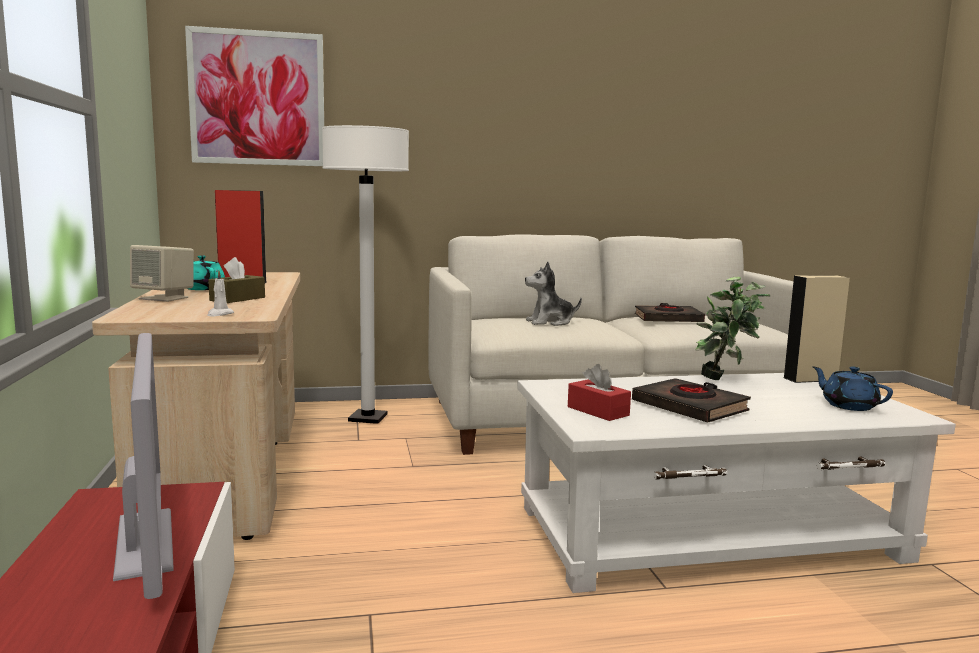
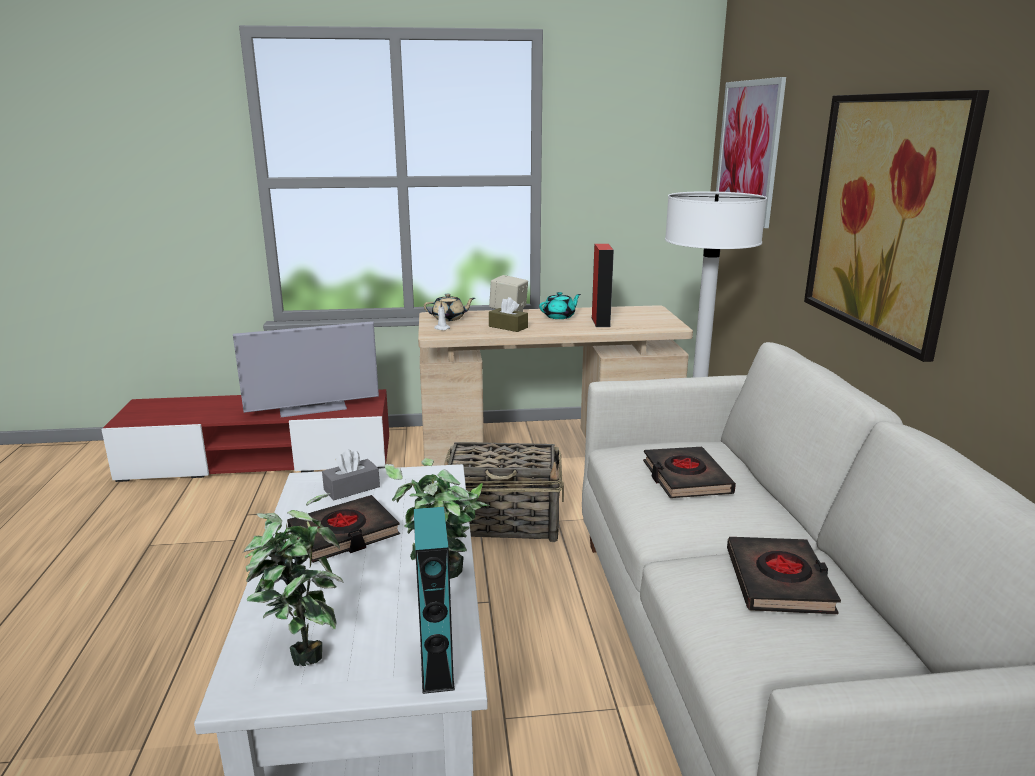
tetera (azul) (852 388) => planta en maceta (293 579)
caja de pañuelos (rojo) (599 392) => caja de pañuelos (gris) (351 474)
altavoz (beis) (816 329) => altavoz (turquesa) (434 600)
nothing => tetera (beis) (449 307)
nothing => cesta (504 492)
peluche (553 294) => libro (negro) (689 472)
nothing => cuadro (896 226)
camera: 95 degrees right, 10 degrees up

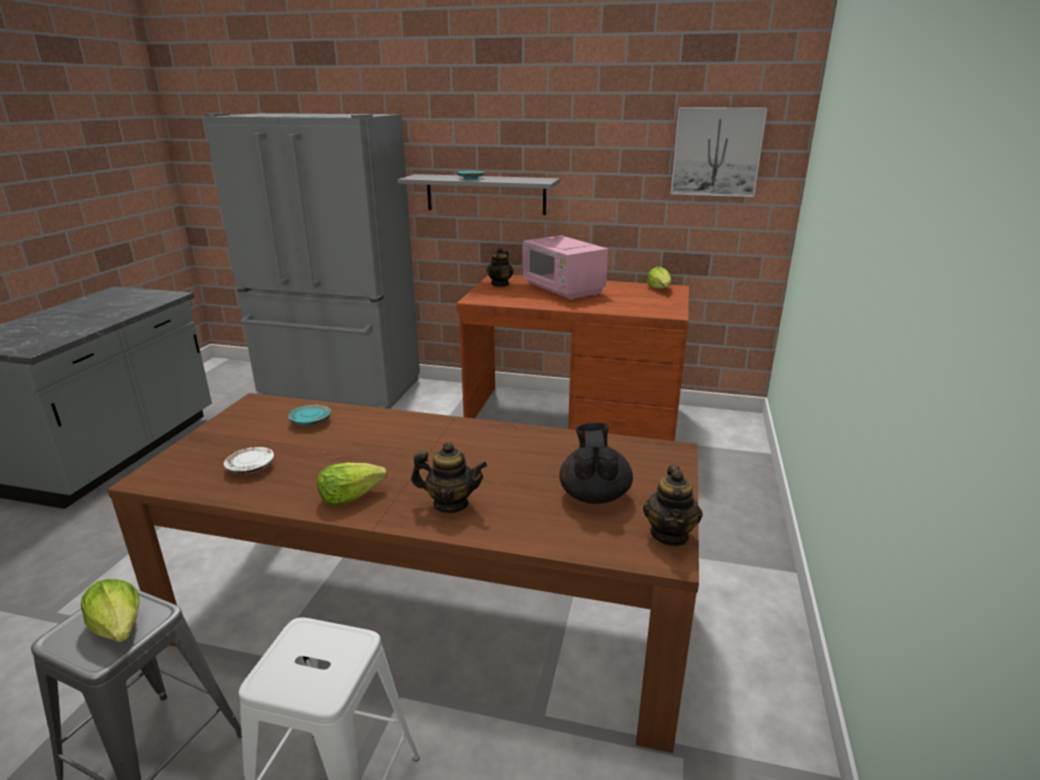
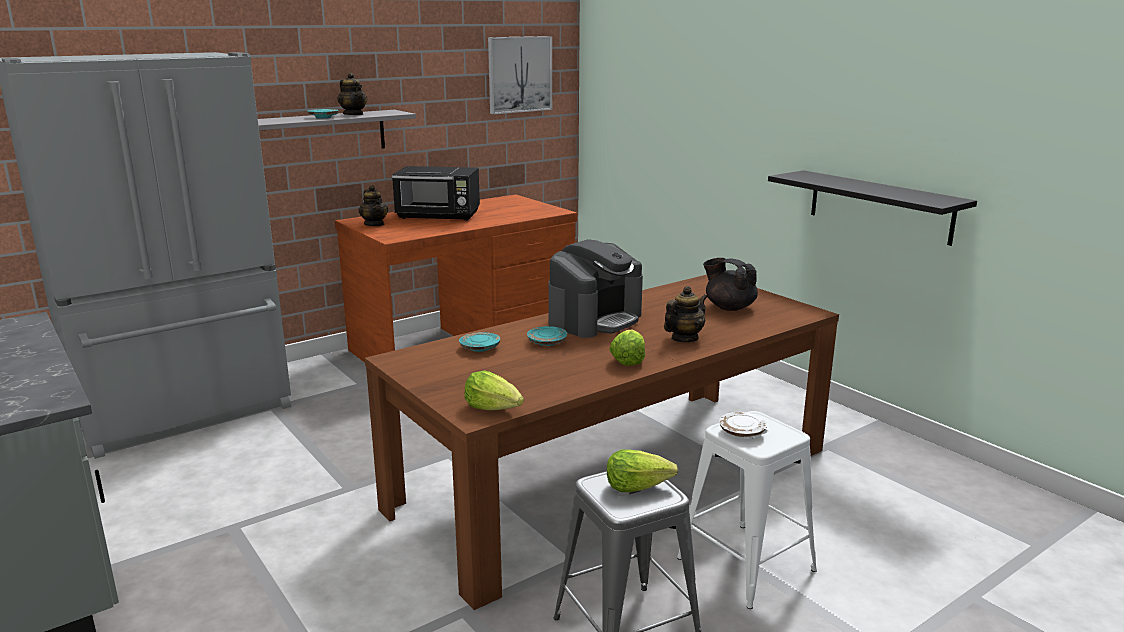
tetera (673 506) => tetera (352 93), moved
microondas (rosa) (565 267) => microondas (negro) (436 193)
lechuga (659 277) => lechuga (494 390), moved
nothing => plato (turquesa) (547 336)
nothing => cafetera (595 288)
plato (blanco) (249 460) => plato (blanco) (743 424), moved
nothing => estante (negro) (872 208)
camera: 50 degrees left, 5 degrees down

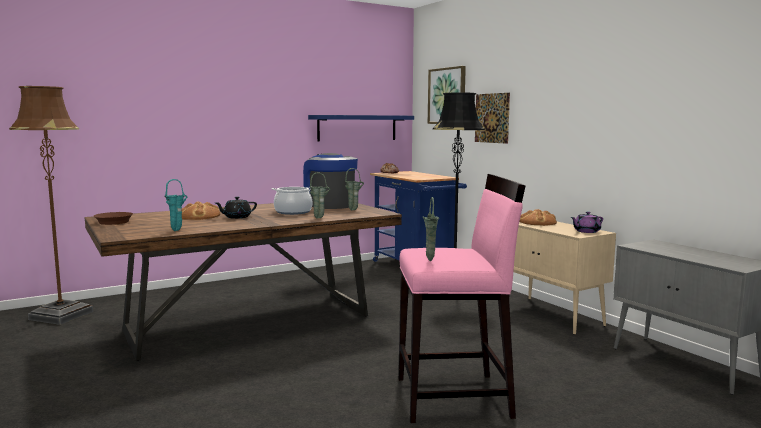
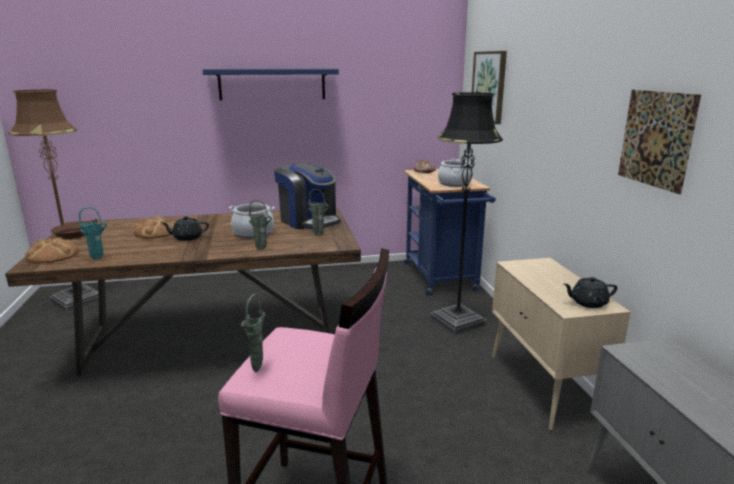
pan (538 217) => pan (52 250), moved
estante (azul) (361 128) => estante (azul) (271 85), moved
cafetera (330 181) => cafetera (307 196), 150 degrees clockwise
nothing => olla (455 173)
tetera (morado) (587 222) => tetera (negro) (590 292)
cuadro (492 118) => cuadro (659 141), moved
camera: 20 degrees right, 10 degrees up

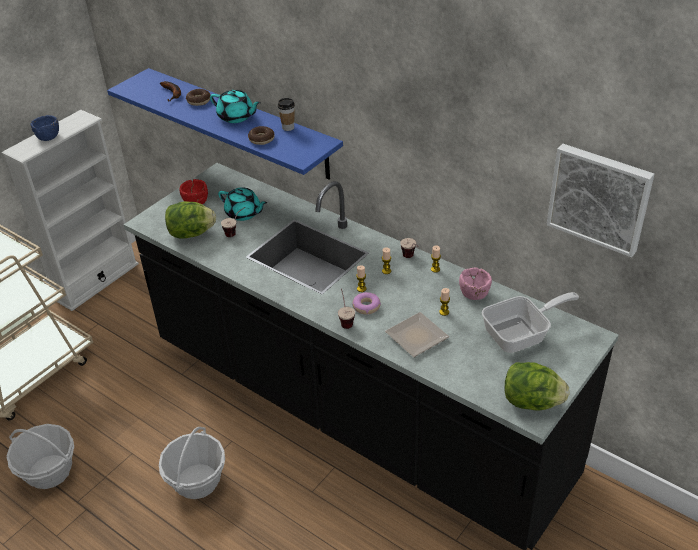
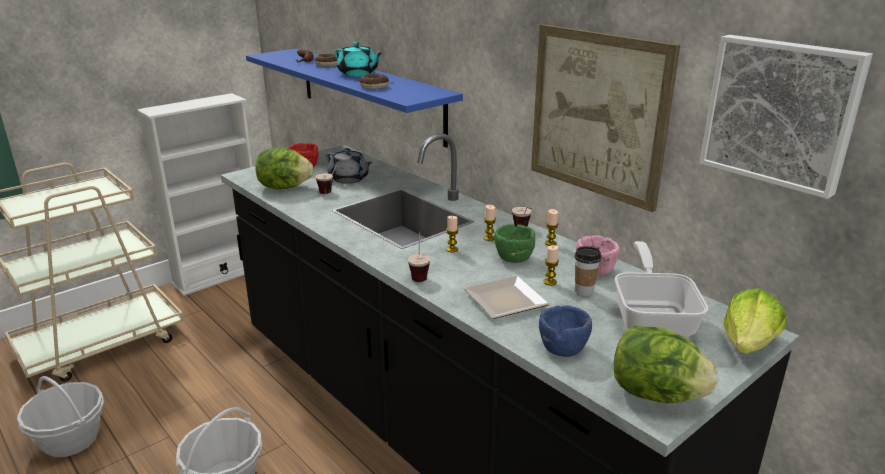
tetera (turquesa) (242 204) => tetera (gris) (349 166)
nothing => cuenco (verde) (514 243)
nothing => cuadro (605 118)
cuenco (azul) (45 128) => cuenco (azul) (565 331), moved
taza (286 114) => taza (587 271), moved
sartén (530 322) => sartén (662 289), 75 degrees counterclockwise
nothing => lechuga (755 321)
rosquilla (366 303) => nothing
camera: 10 degrees right, 15 degrees down

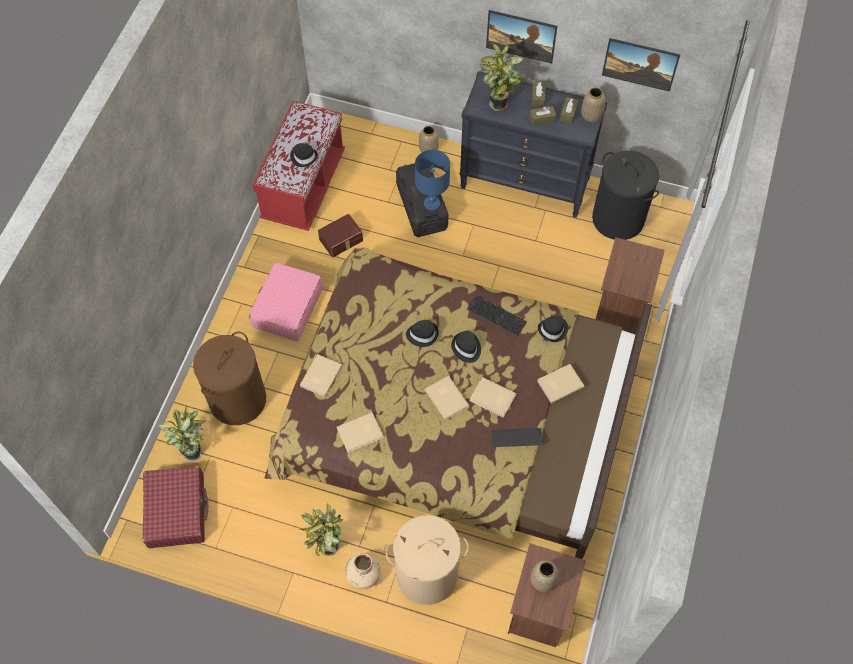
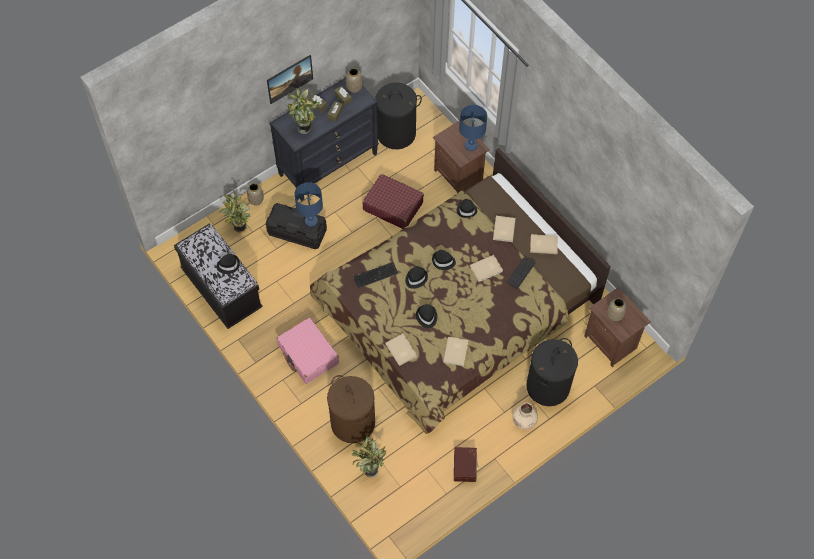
banco (rojo) (298 166) => banco (negro) (218 276)
planta en maceta (321 529) => planta en maceta (234 211), moved
teclado (497 316) => teclado (376 275), moved
maleta (rojo) (175 507) => maleta (rojo) (393 201), moved
nothing => sombrero (negro) (426 316)
caja de almacenaje (marrón) (340 235) => caja de almacenaje (marrón) (466 464), moved
nothing => lámpara de mesa (azul) (473 128)
cesto de la ropa (beis) (427 560) => cesto de la ropa (negro) (552 372)
libro (beis) (447 398) => libro (beis) (544 244), moved
cuadro (641 65) => nothing
camera: 55 degrees left, 0 degrees up

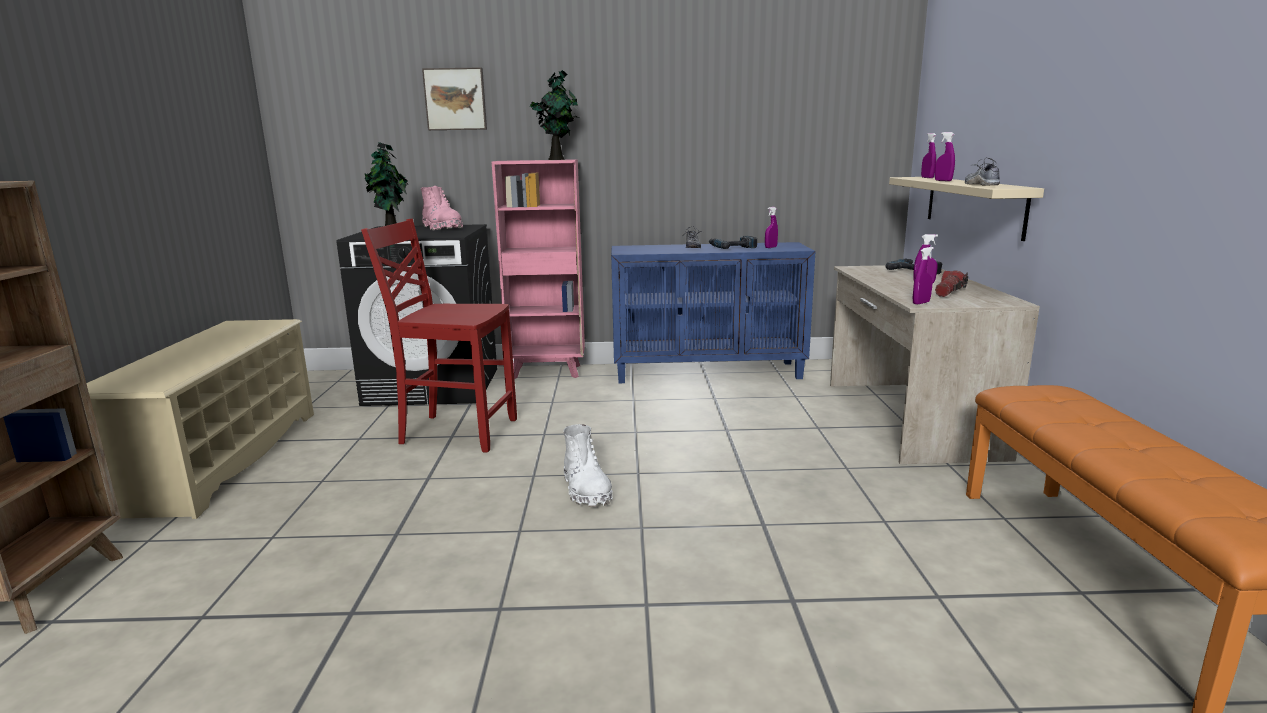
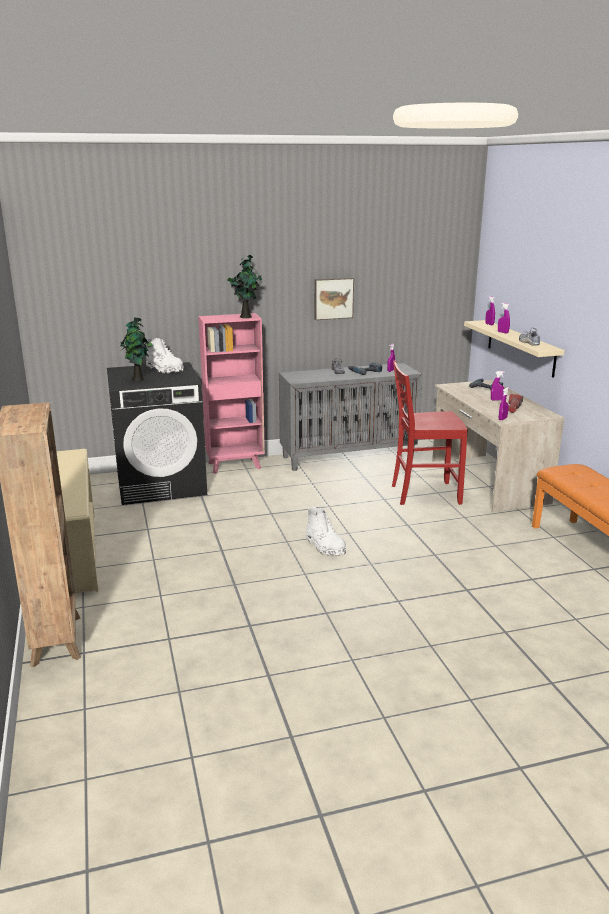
bota (rosa) (442 208) => bota (blanco) (165 355)
armario (azul) (713 312) => armario (gris) (350 417)
cuadro (454 98) => cuadro (334 299), moved
silla (rojo) (439 335) => silla (rojo) (430 432), moved
camera: 15 degrees left, 5 degrees up

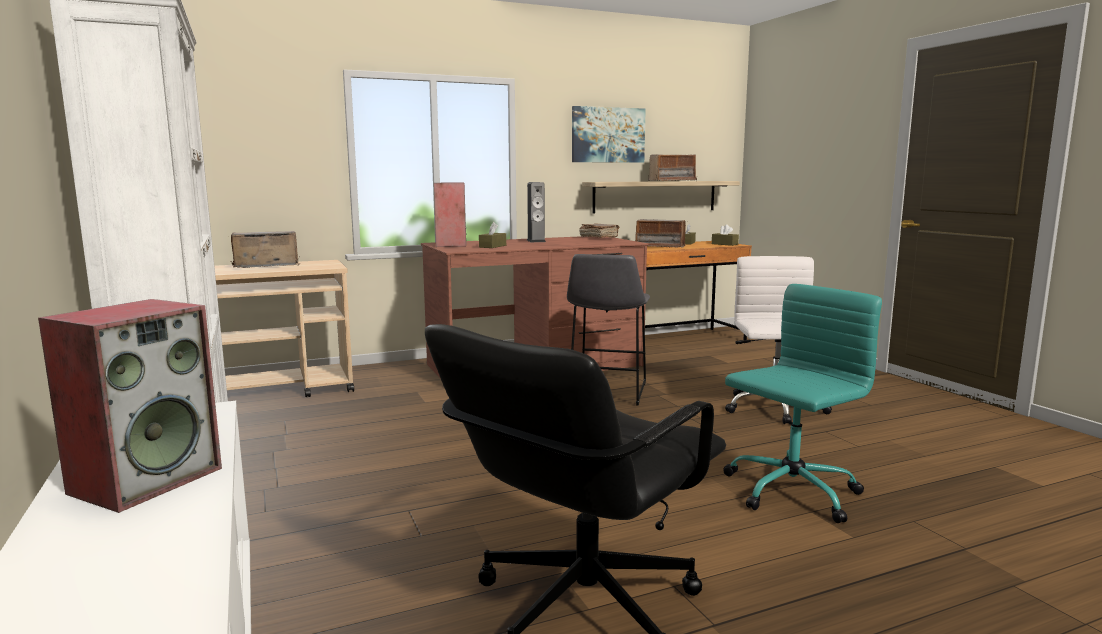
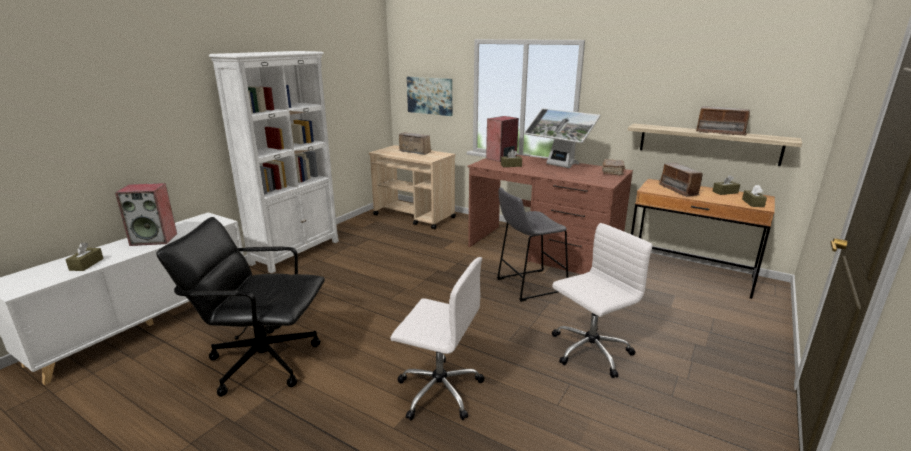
nothing => caja de pañuelos (marrón) (85 256)
silla de oficina (turquesa) (802 403) => silla de oficina (blanco) (437 339)
cuadro (609 134) => cuadro (429 96), moved
altavoz (536 212) => monitor (562 138)
camera: 55 degrees right, 10 degrees up

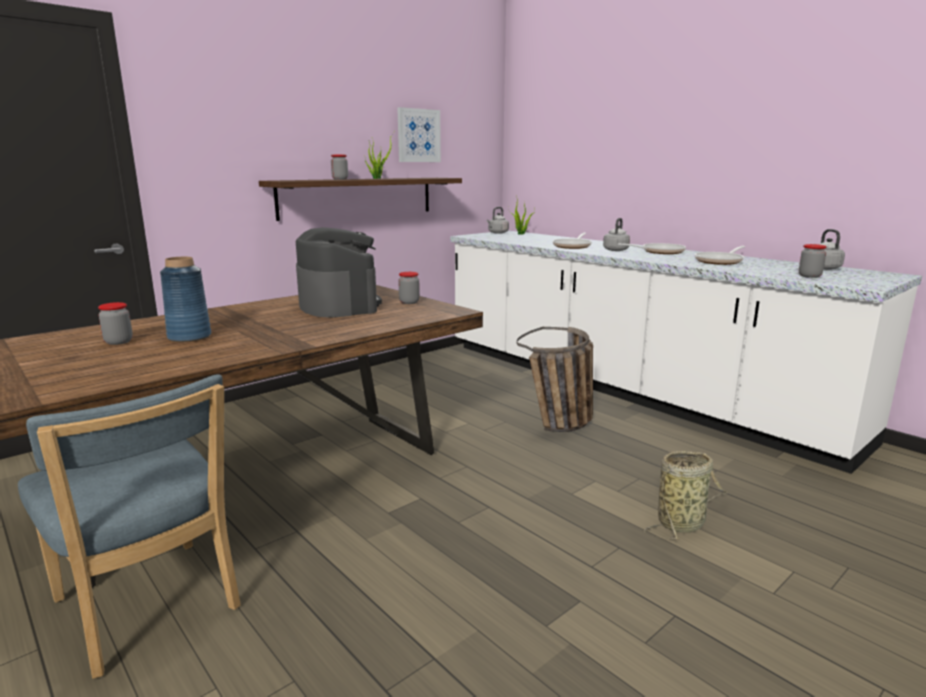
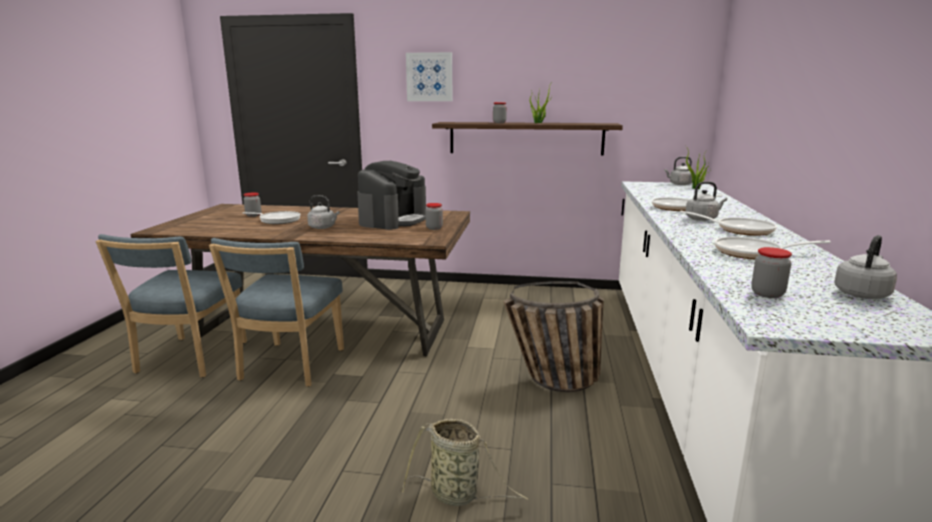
nothing => silla (azul) (276 312)
florero (azul) (185 299) => sartén (271 217)
nothing => hervidor (gris) (323 212)
cuadro (419 134) => cuadro (429 76), moved
camera: 50 degrees right, 0 degrees up

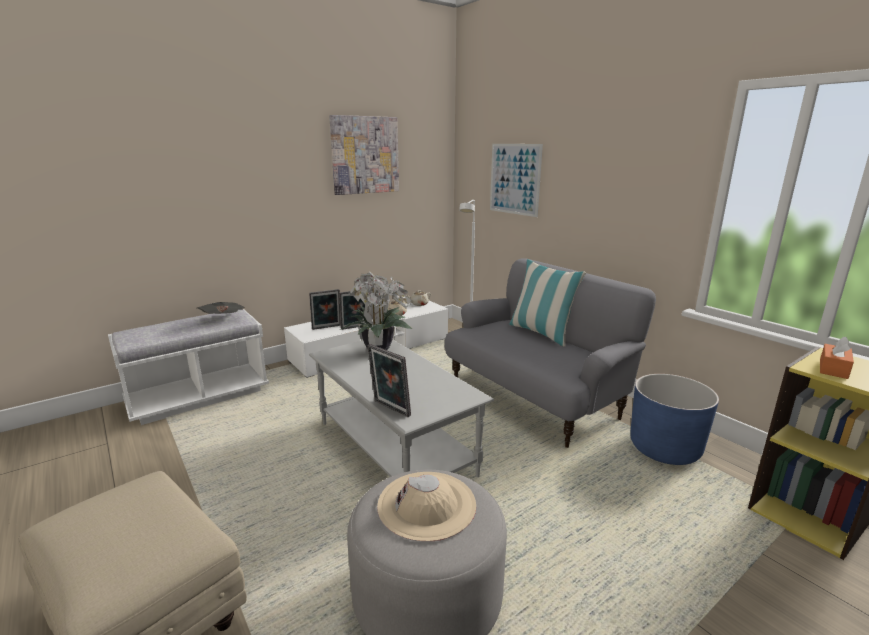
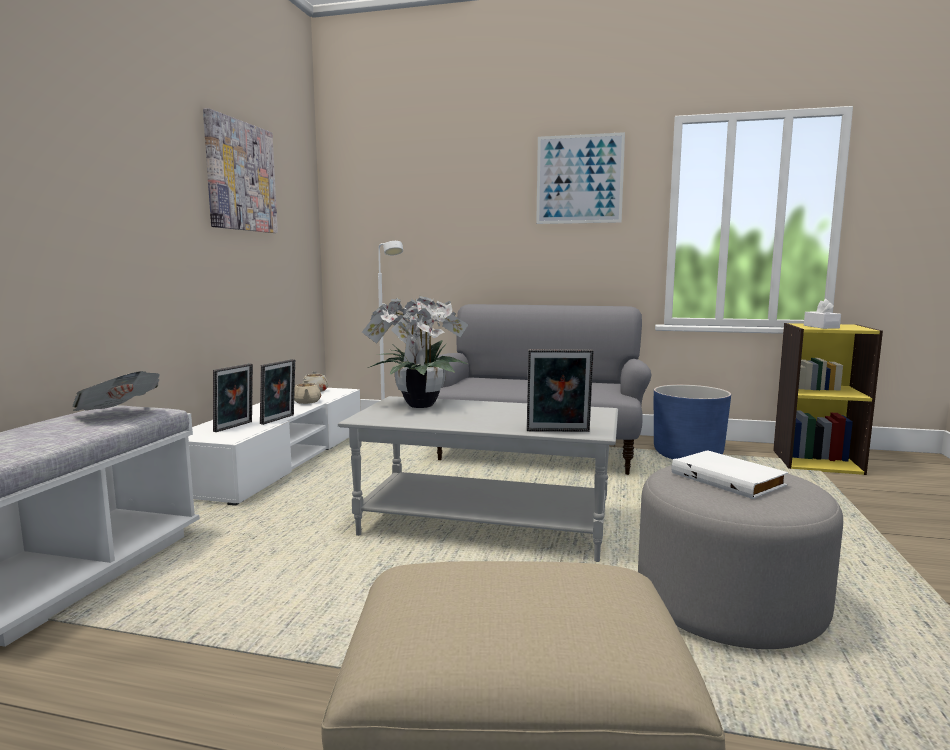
cuadro (516 180) => cuadro (580 178), moved
sombrero (beis) (426 507) => libro (blanco) (730 474)
caja de pañuelos (naranja) (837 358) => caja de pañuelos (blanco) (822 314)
cojín (547 303) => nothing
camera: 40 degrees left, 10 degrees down

